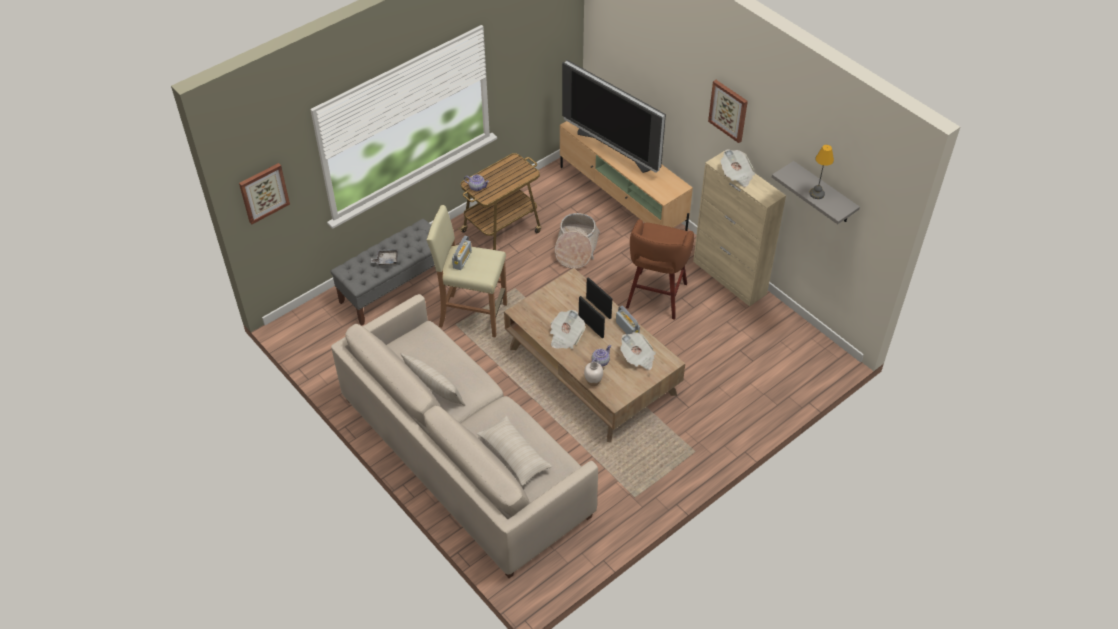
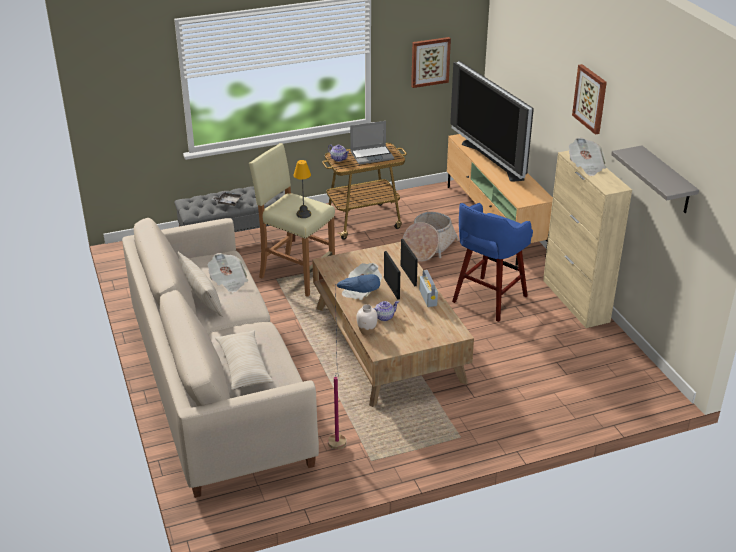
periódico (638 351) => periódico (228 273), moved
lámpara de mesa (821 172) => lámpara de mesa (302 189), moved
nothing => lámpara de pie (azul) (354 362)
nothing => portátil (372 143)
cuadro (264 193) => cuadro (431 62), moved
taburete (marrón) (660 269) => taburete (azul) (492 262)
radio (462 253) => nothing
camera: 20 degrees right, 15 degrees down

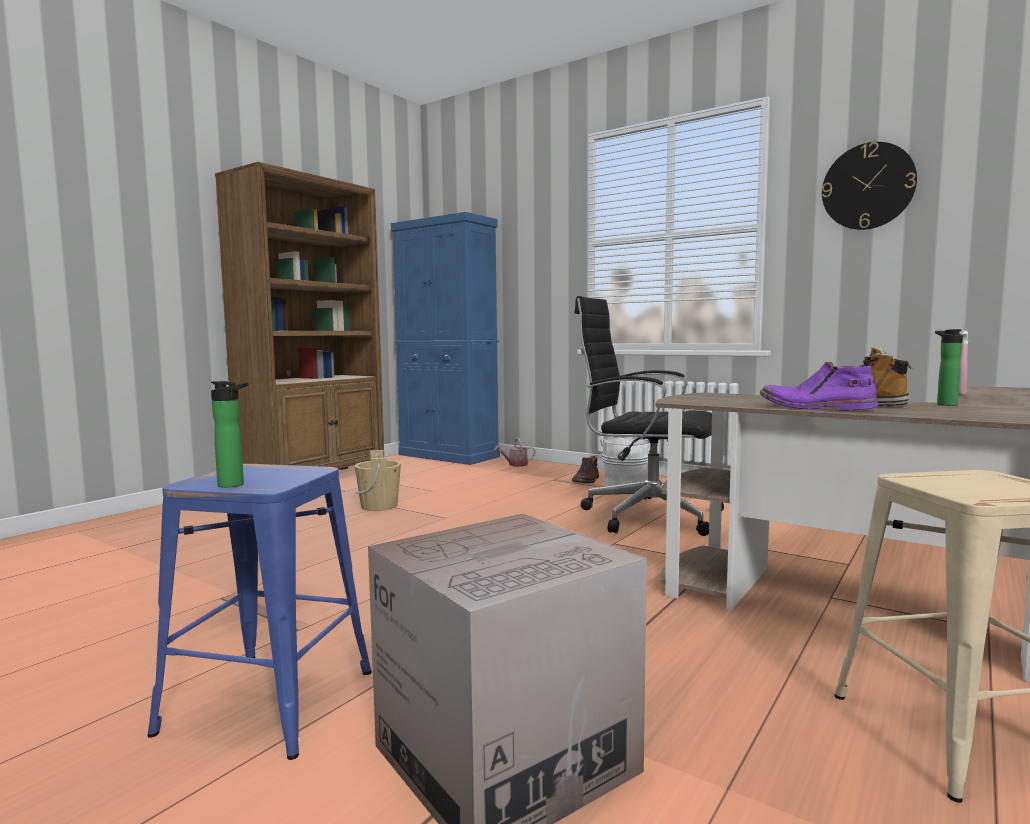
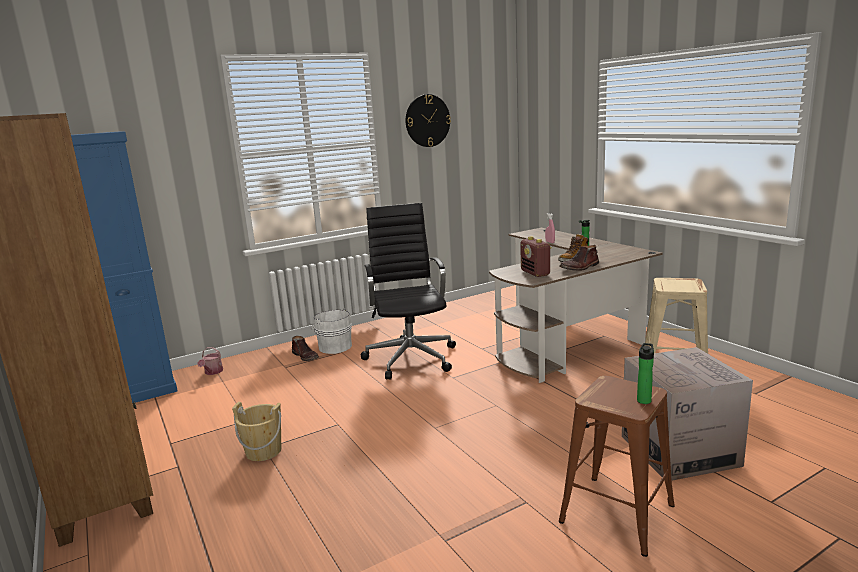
silla de oficina (negro) (649 416) => silla de oficina (negro) (408 291), 120 degrees clockwise
nothing => radio (536 256)
bota (morado) (819 386) => bota (marrón) (579 258)
taburete (azul) (259 612) => taburete (marrón) (617 466)
camera: 65 degrees left, 10 degrees up

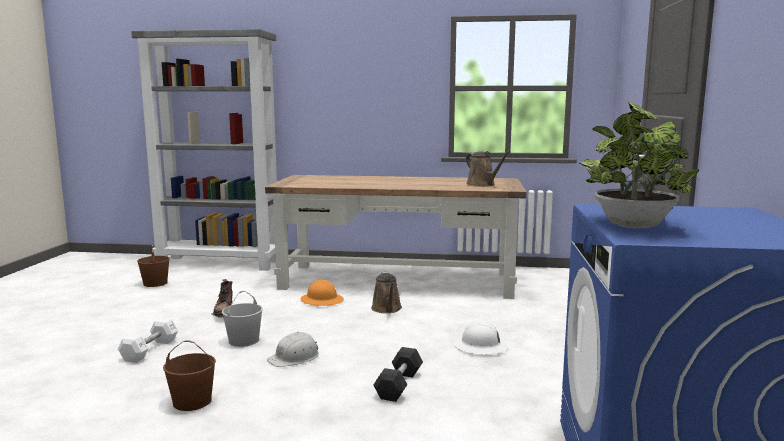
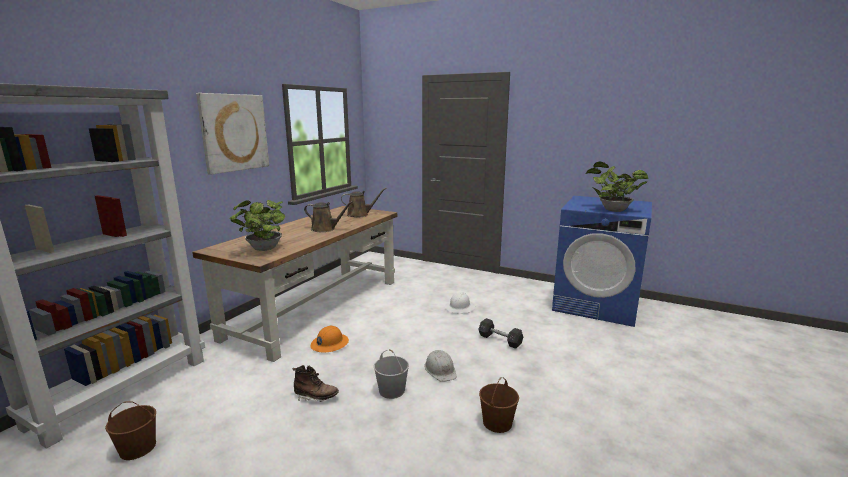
nothing => cuadro (232 134)
nothing => planta en maceta (257 225)
regadera (marrón) (386 292) => regadera (marrón) (328 216), moved
mancuerna (blanco) (148 340) => nothing
camera: 70 degrees left, 5 degrees up

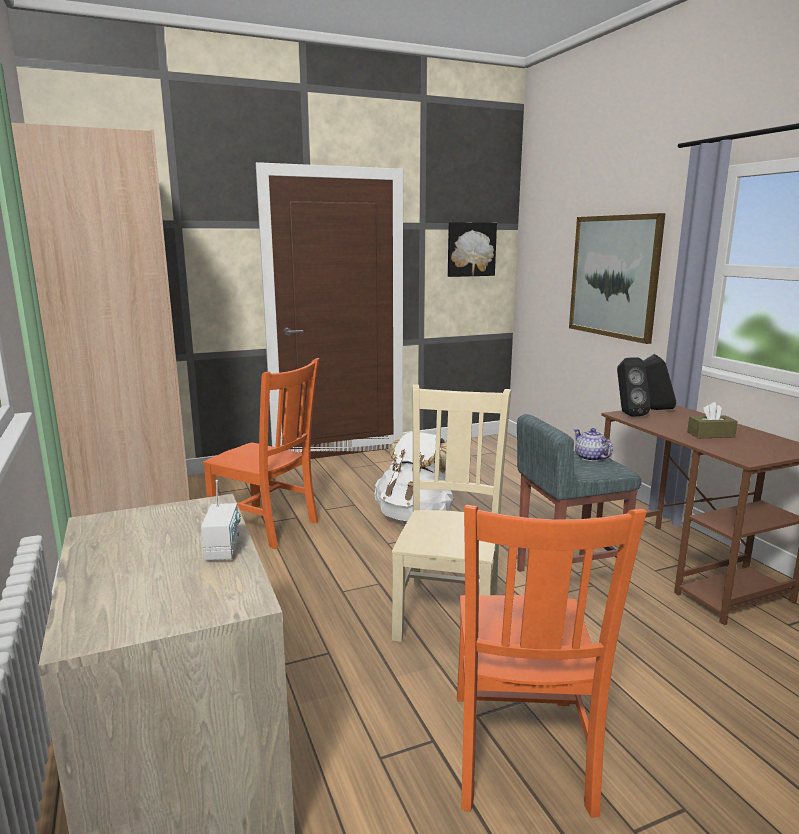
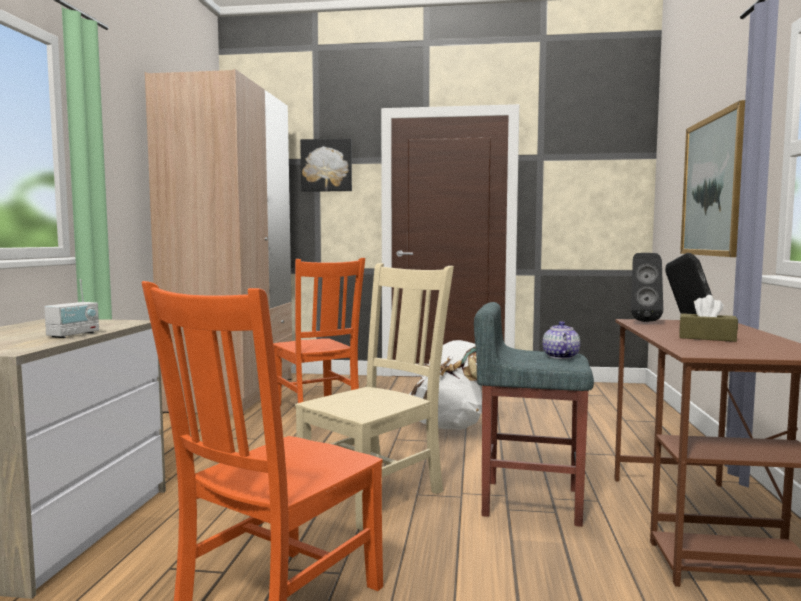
cuadro (472 249) => cuadro (326 165), moved
camera: 30 degrees right, 10 degrees down

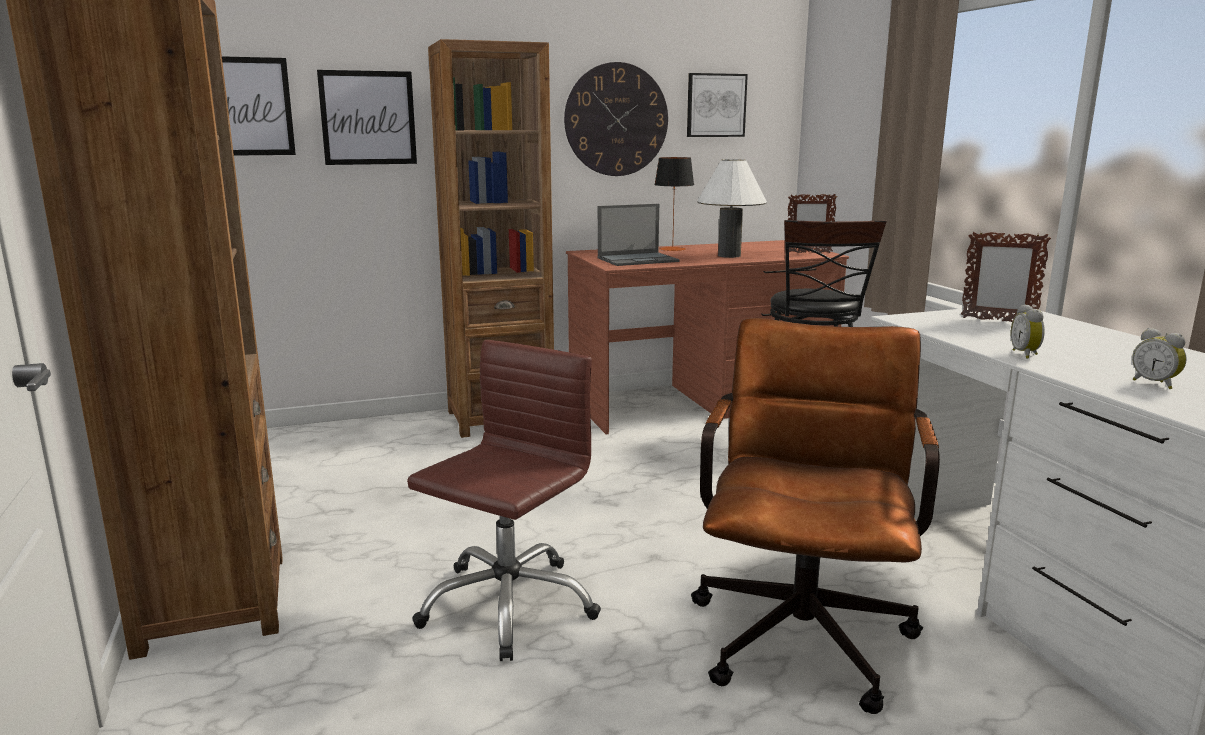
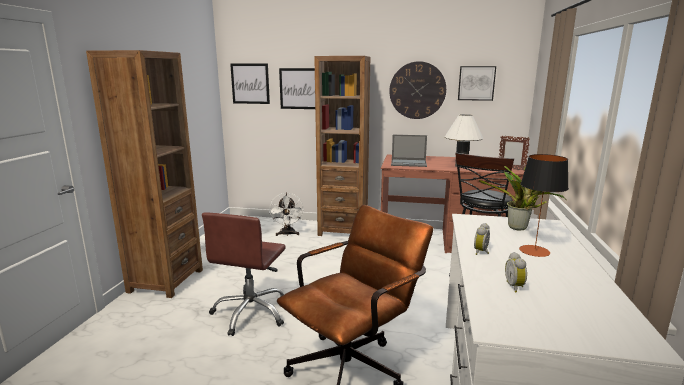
silla de oficina (marrón) (504 500) => silla de oficina (marrón) (244 274), 135 degrees clockwise
nothing => ventilador (blanco) (286 214)
portarretratos (1006 277) => planta en maceta (522 198)
lámpara de mesa (674 204) => lámpara de mesa (544 205), moved
camera: 30 degrees right, 0 degrees up

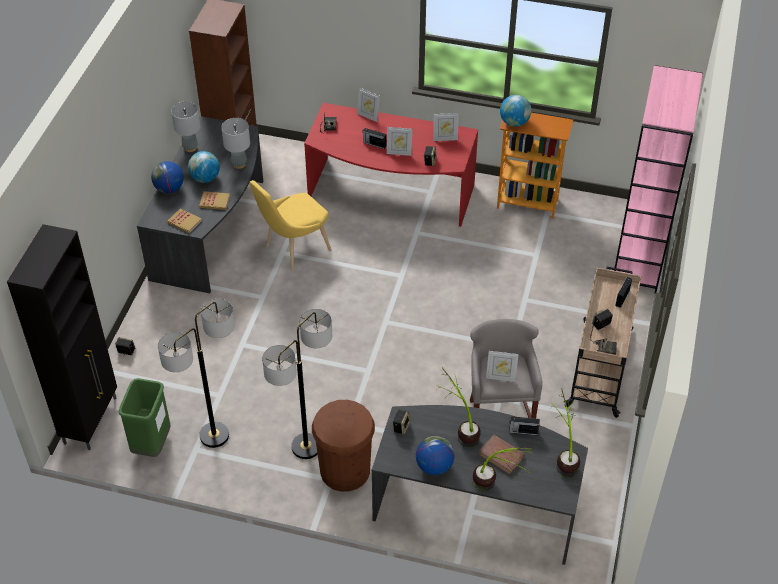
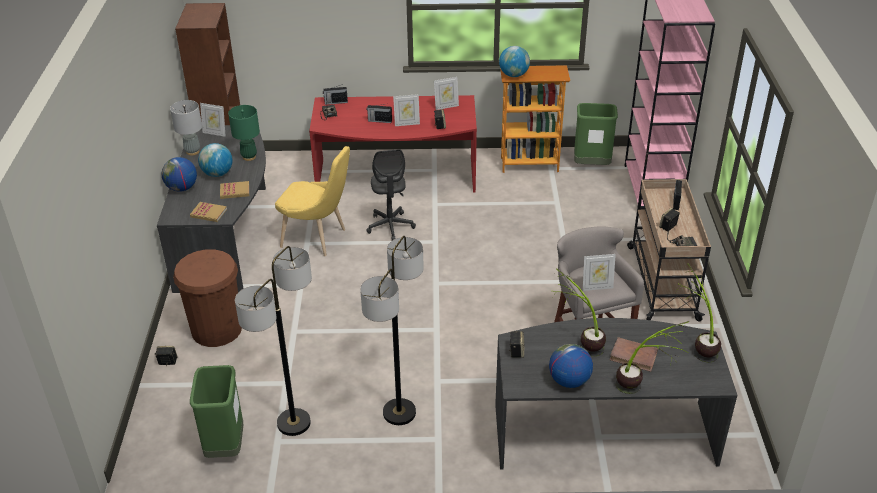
papelera (marrón) (343 446) => papelera (marrón) (207 298), moved
portarretratos (368 104) => portarretratos (213 120), moved
lámpara de mesa (gris) (235 143) => lámpara de mesa (verde) (244 133)
silla (amarillo) (290 225) => silla (amarillo) (312 201), 105 degrees counterclockwise
radio (524 425) => radio (335 94), moved
nothing => silla de oficina (gris) (391 194)
nothing => papelera (verde) (596 134)
armario (negro) (62 337) => nothing
camera: 15 degrees left, 10 degrees down

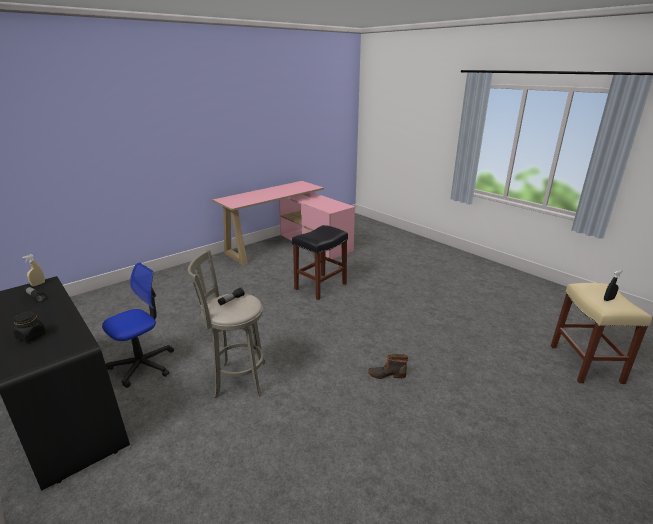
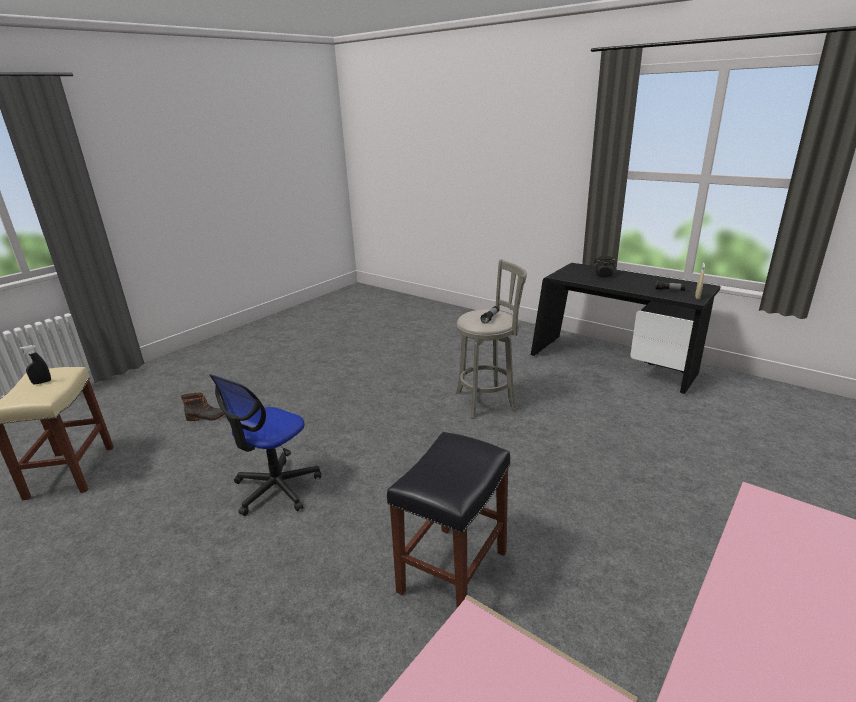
bota (388 366) => bota (203 407), moved
silla de oficina (138 325) => silla de oficina (265 445), moved
camera: 170 degrees right, 0 degrees up

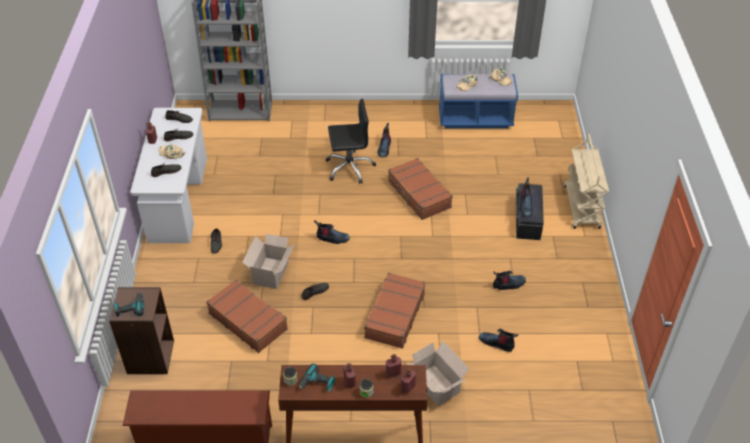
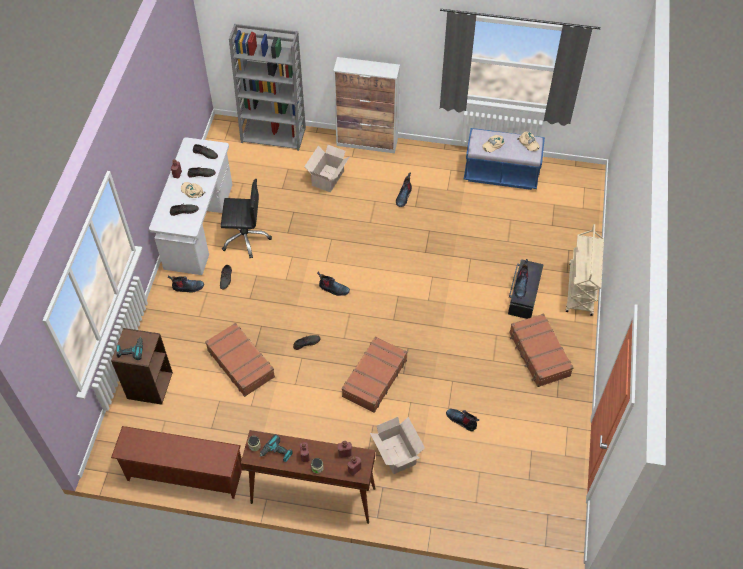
bota (509 280) => bota (186 283), moved
silla de oficina (negro) (351 141) => silla de oficina (negro) (246 218), moved
caja de cartón (268 261) => caja de cartón (326 168), moved
nothing => armario (366 105)
maleta (marrón) (420 189) => maleta (marrón) (541 350), moved
camera: 10 degrees right, 10 degrees up

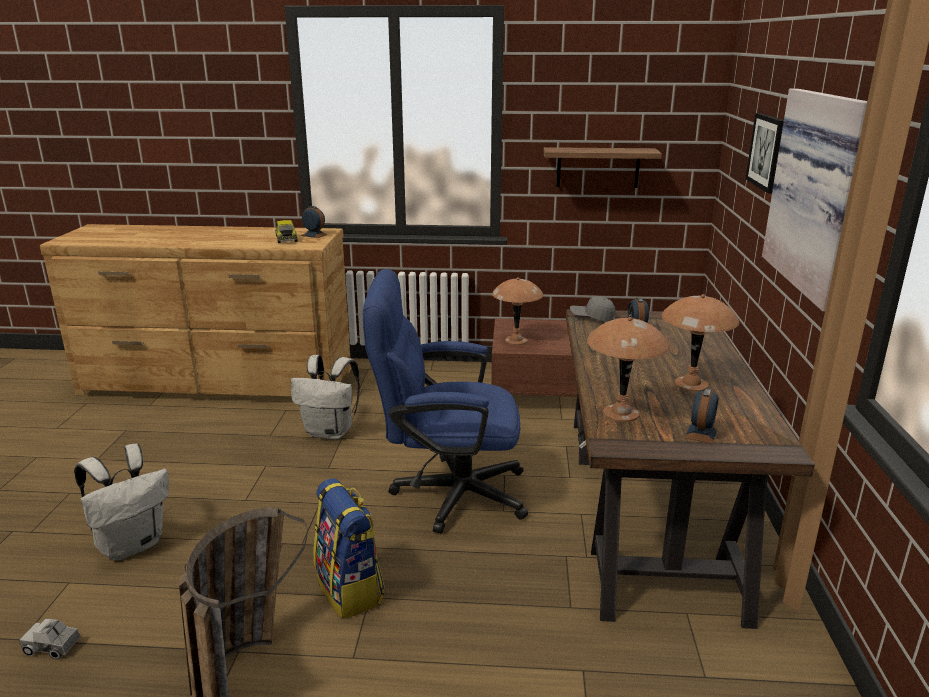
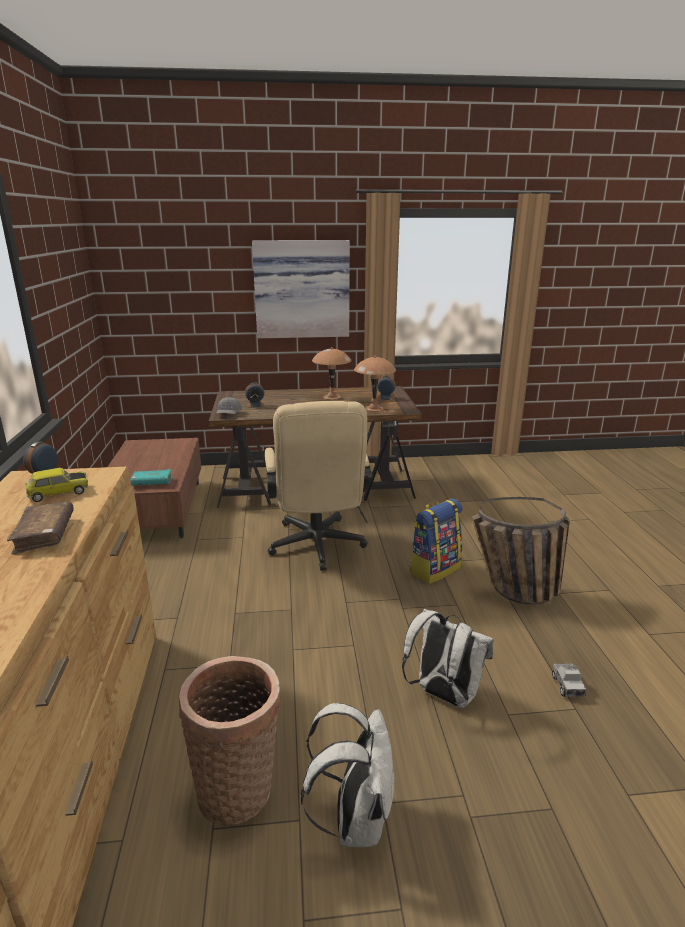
nothing => libro (marrón) (40 528)
lámpara de mesa (marrón) (517 311) => libro (turquesa) (151 477)
nothing => cesta (230 741)
silla de oficina (azul) (445 401) => silla de oficina (beis) (318 486)
mochila (blanco) (325 397) => mochila (blanco) (348 775), moved
estante (602 167) => nothing
cuadro (765 153) => nothing
camera: 100 degrees left, 0 degrees up

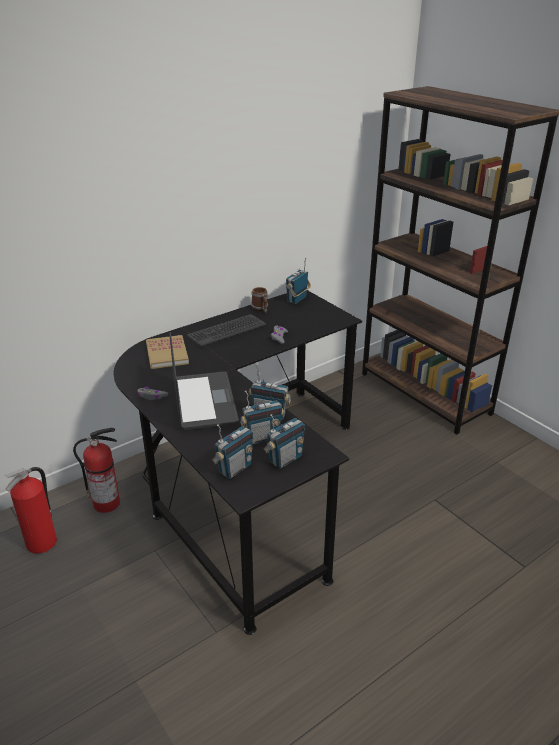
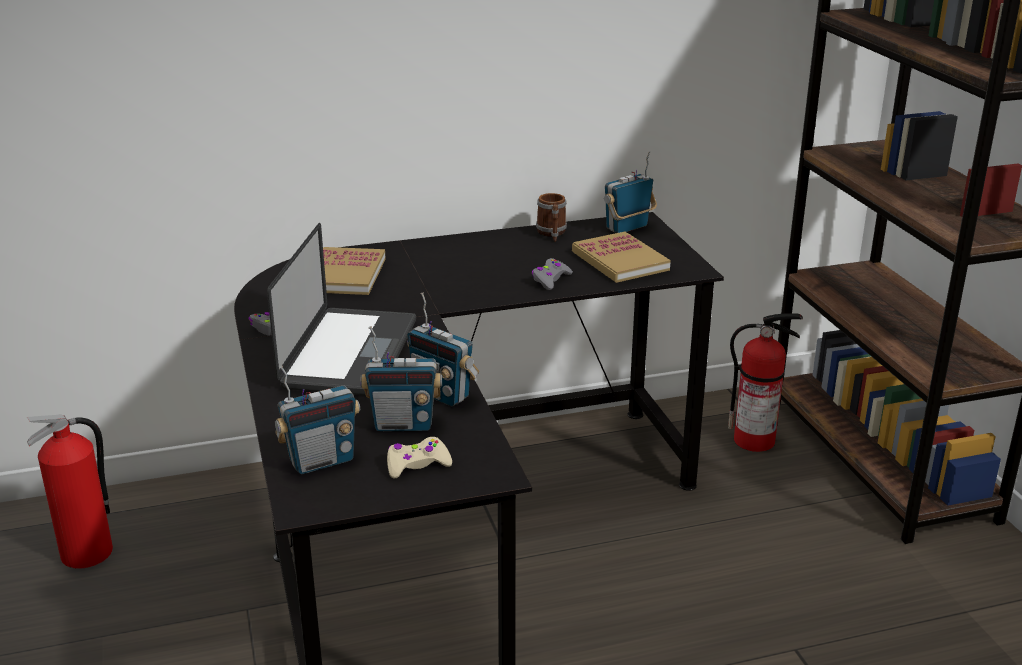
radio (284 441) => mando de consola (beis) (419 458)
nothing => libro (621 257)
extintor (96 470) => extintor (765 382), moved
teclado (226 330) => nothing
camera: 20 degrees right, 5 degrees down

